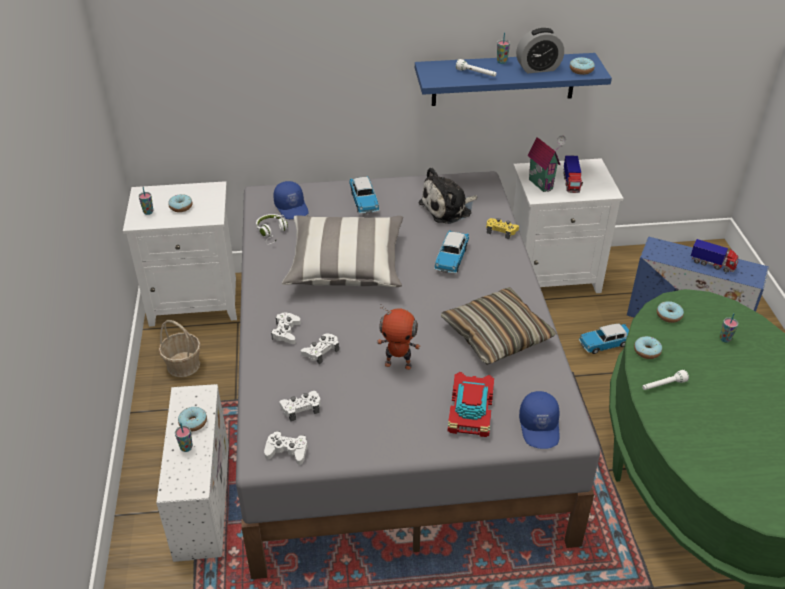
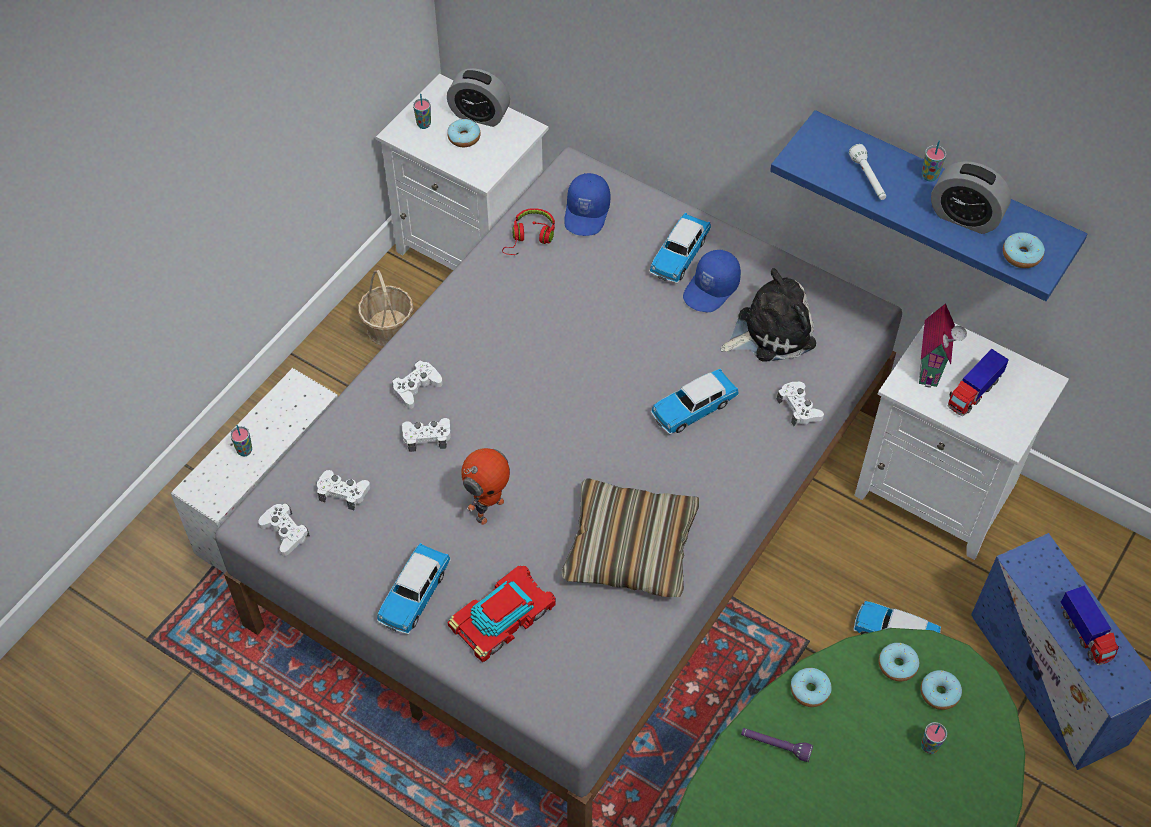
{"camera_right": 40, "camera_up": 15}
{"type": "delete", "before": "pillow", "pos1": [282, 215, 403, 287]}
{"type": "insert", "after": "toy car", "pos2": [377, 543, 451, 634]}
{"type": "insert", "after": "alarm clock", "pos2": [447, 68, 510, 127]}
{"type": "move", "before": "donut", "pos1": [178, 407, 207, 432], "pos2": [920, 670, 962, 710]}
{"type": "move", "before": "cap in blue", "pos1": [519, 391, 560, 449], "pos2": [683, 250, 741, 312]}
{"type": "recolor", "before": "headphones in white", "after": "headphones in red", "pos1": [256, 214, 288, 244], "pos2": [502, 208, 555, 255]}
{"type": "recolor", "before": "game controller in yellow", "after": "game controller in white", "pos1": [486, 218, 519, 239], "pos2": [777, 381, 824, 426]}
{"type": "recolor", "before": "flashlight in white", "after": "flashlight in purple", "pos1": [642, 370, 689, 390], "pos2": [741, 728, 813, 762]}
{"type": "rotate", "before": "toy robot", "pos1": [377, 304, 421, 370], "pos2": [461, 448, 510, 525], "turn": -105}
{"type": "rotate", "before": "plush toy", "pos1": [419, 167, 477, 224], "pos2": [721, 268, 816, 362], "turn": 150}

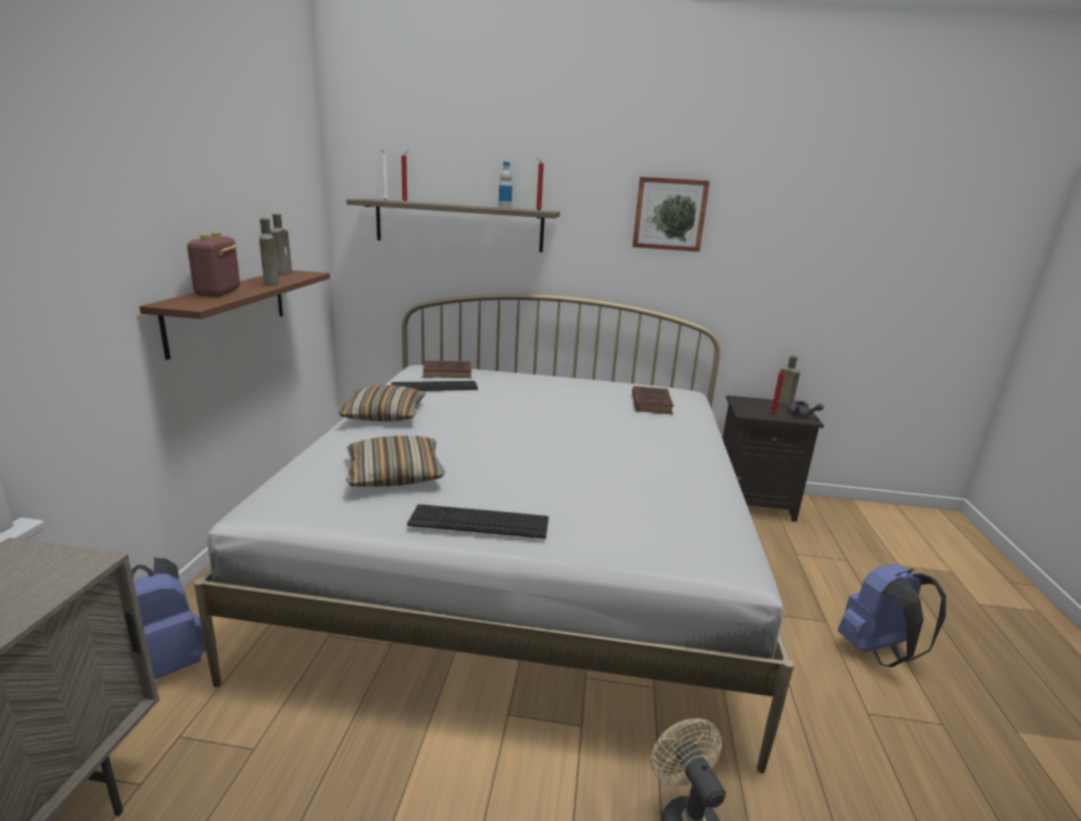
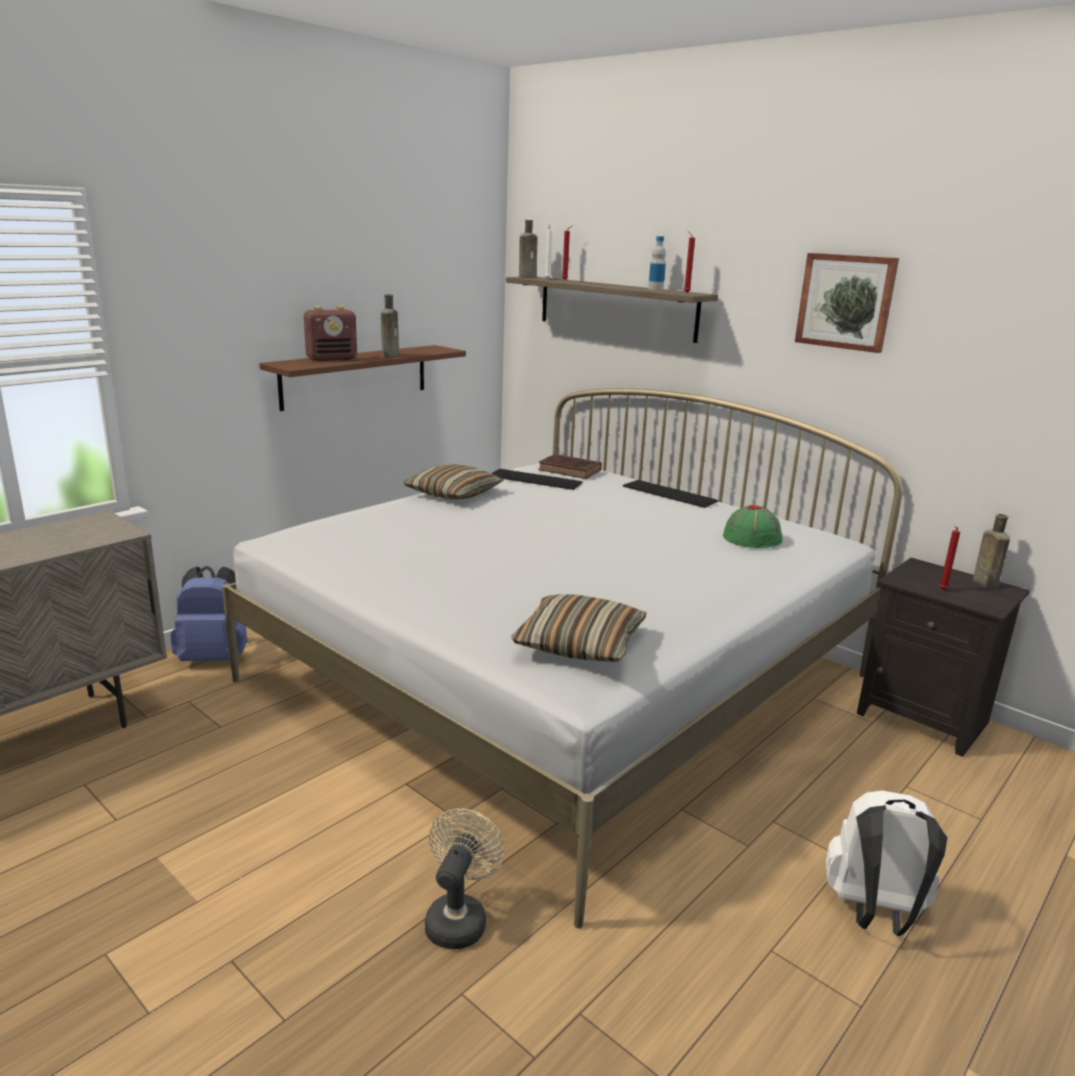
{"camera_right": 35, "camera_up": 0}
{"type": "delete", "before": "teapot in grey", "pos1": [788, 400, 824, 417]}
{"type": "move", "before": "bottle in brown", "pos1": [270, 214, 292, 275], "pos2": [519, 220, 537, 278]}
{"type": "move", "before": "pillow", "pos1": [346, 436, 445, 487], "pos2": [511, 594, 646, 662]}
{"type": "move", "before": "keyboard", "pos1": [407, 504, 549, 539], "pos2": [623, 480, 718, 508]}
{"type": "replace", "before": "book in brown", "after": "hat in green", "pos1": [632, 386, 674, 414], "pos2": [723, 505, 782, 548]}
{"type": "recolor", "before": "backpack in blue", "after": "backpack in white", "pos1": [838, 564, 946, 667], "pos2": [826, 790, 947, 936]}
{"type": "rotate", "before": "radio", "pos1": [187, 232, 240, 297], "pos2": [304, 306, 357, 361], "turn": -150}

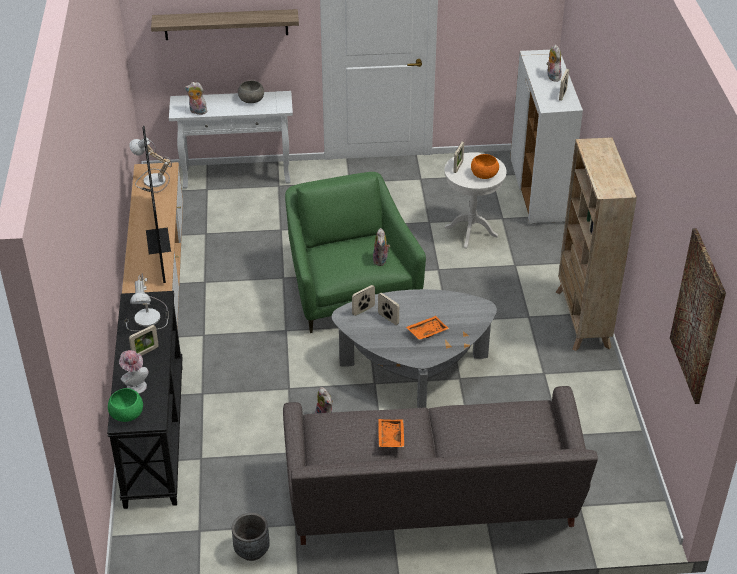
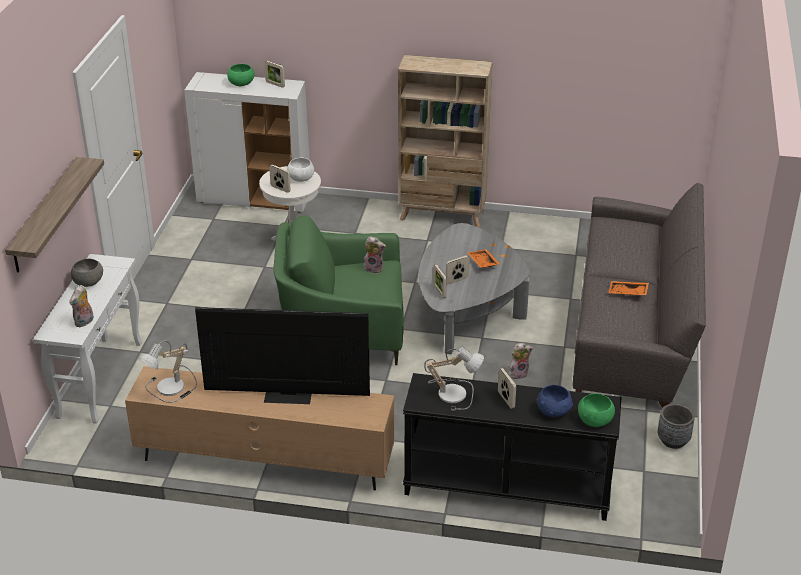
{"camera_right": -75, "camera_up": -5}
{"type": "delete", "before": "picture", "pos1": [670, 228, 726, 404]}
{"type": "replace", "before": "hat", "after": "bowl in blue", "pos1": [119, 350, 149, 394], "pos2": [537, 385, 573, 417]}
{"type": "replace", "before": "plush toy", "after": "bowl in green", "pos1": [546, 45, 562, 82], "pos2": [227, 64, 255, 86]}
{"type": "recolor", "before": "bowl in orange", "after": "bowl in white", "pos1": [471, 154, 499, 179], "pos2": [287, 158, 314, 182]}

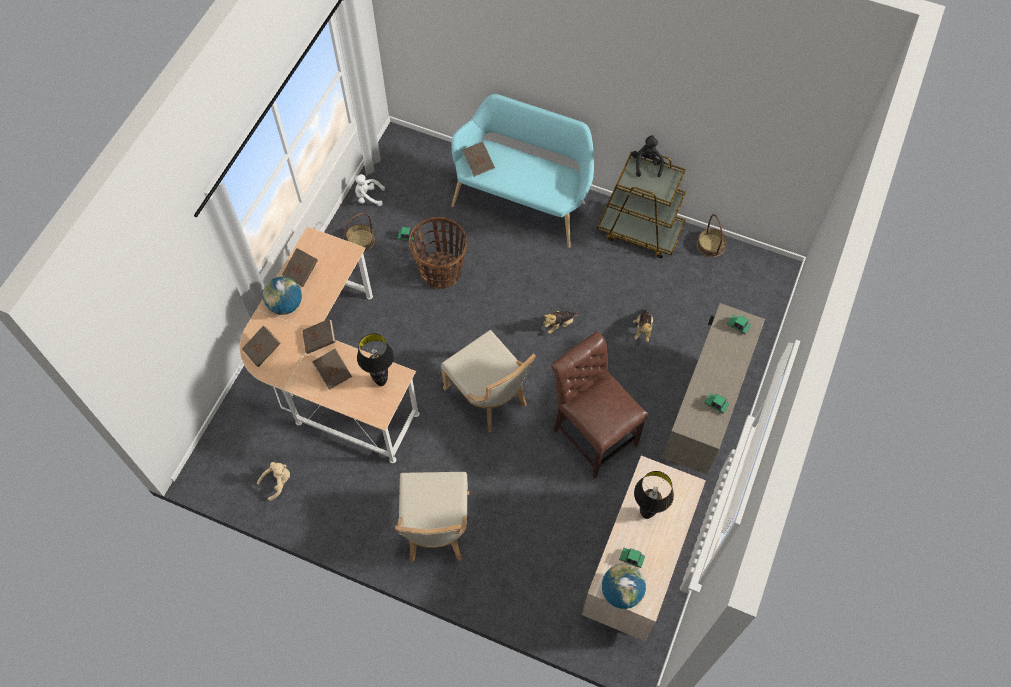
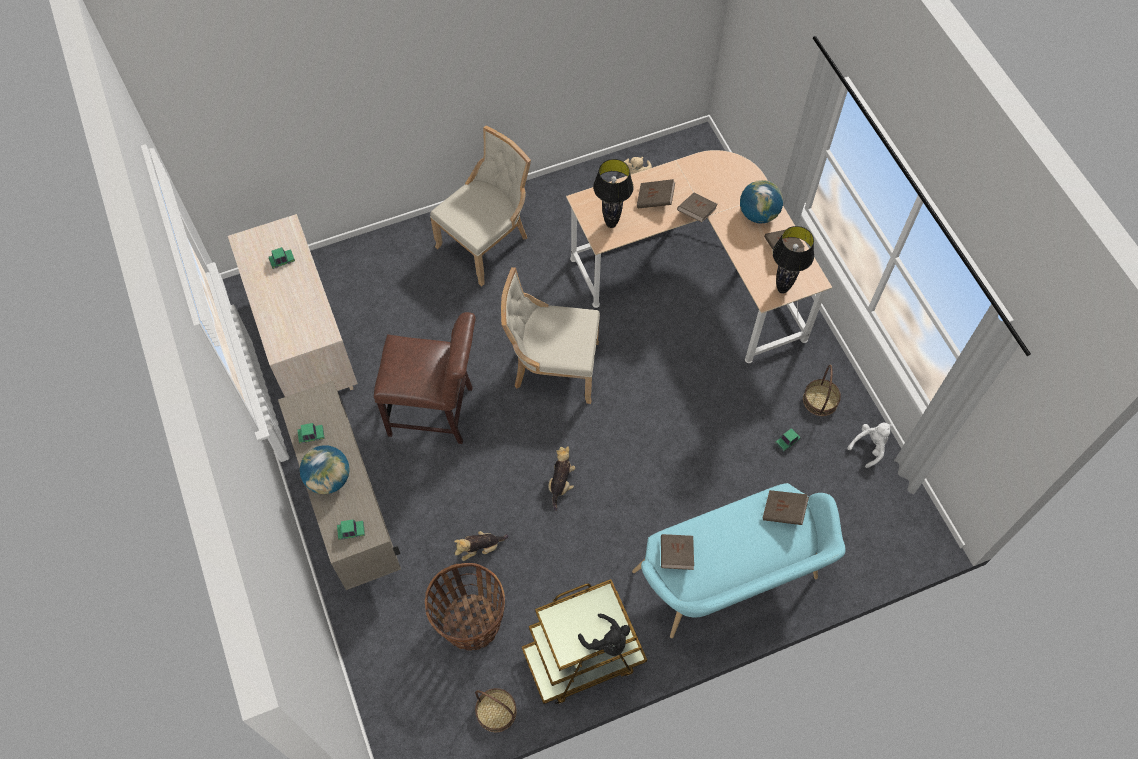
{"camera_right": 135, "camera_up": 0}
{"type": "move", "before": "book in brown", "pos1": [242, 326, 281, 367], "pos2": [661, 534, 694, 570]}
{"type": "move", "before": "basket", "pos1": [409, 217, 467, 289], "pos2": [425, 563, 505, 651]}
{"type": "move", "before": "globe", "pos1": [602, 564, 646, 609], "pos2": [300, 445, 350, 494]}
{"type": "move", "before": "table lamp in black", "pos1": [634, 471, 674, 519], "pos2": [773, 226, 814, 293]}
{"type": "rotate", "before": "chair in beige", "pos1": [395, 472, 469, 562], "pos2": [430, 126, 531, 286], "turn": 90}
{"type": "rotate", "before": "plush toy", "pos1": [633, 308, 653, 342], "pos2": [454, 531, 509, 561], "turn": -75}

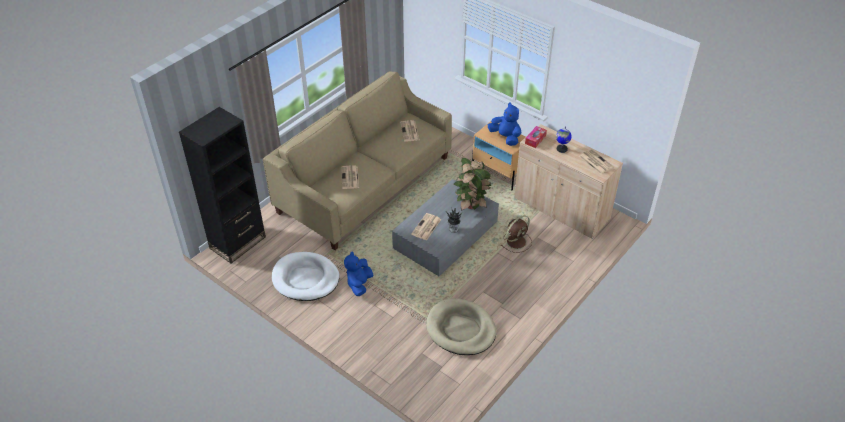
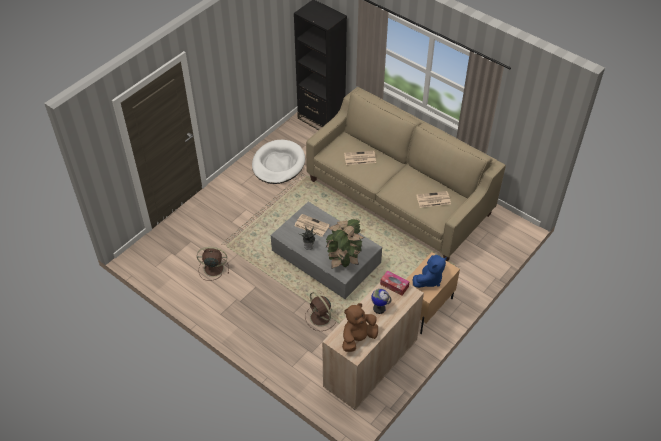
{"camera_right": 90, "camera_up": 5}
{"type": "delete", "before": "plush toy in blue", "pos1": [344, 251, 373, 296]}
{"type": "replace", "before": "dog bed in beige", "after": "fan in brown", "pos1": [426, 298, 496, 355], "pos2": [197, 247, 229, 281]}
{"type": "replace", "before": "newspaper", "after": "plush toy in brown", "pos1": [579, 149, 614, 174], "pos2": [342, 303, 378, 352]}

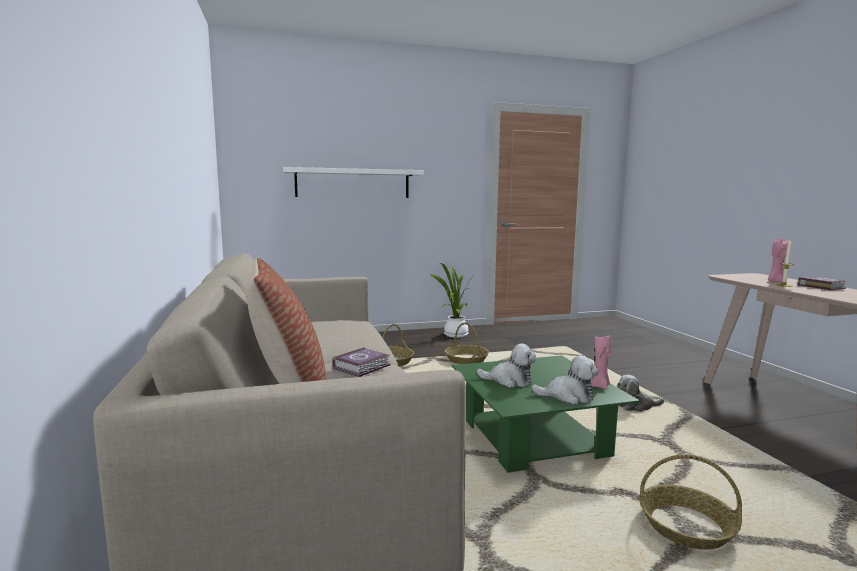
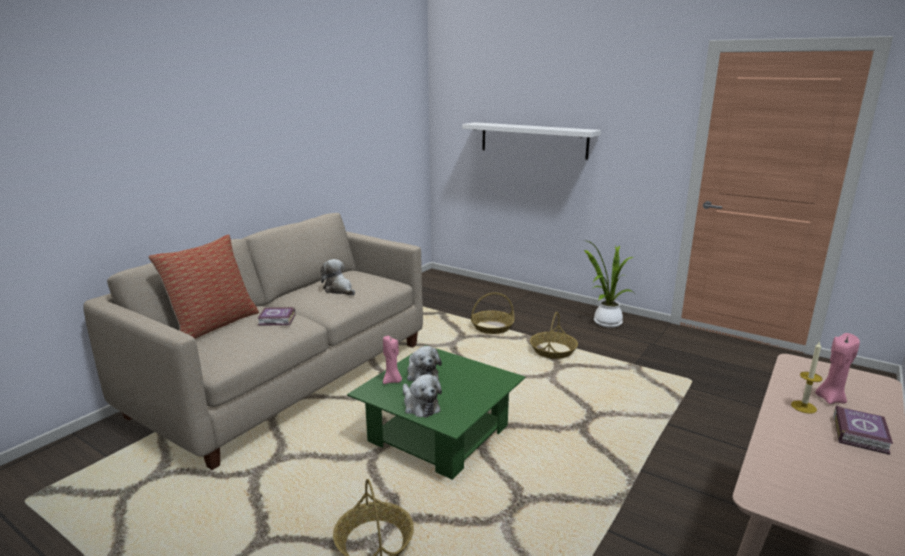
{"camera_right": 50, "camera_up": 10}
{"type": "move", "before": "candle in pink", "pos1": [591, 333, 612, 389], "pos2": [383, 335, 402, 384]}
{"type": "move", "before": "plush toy", "pos1": [617, 375, 664, 412], "pos2": [321, 259, 355, 296]}

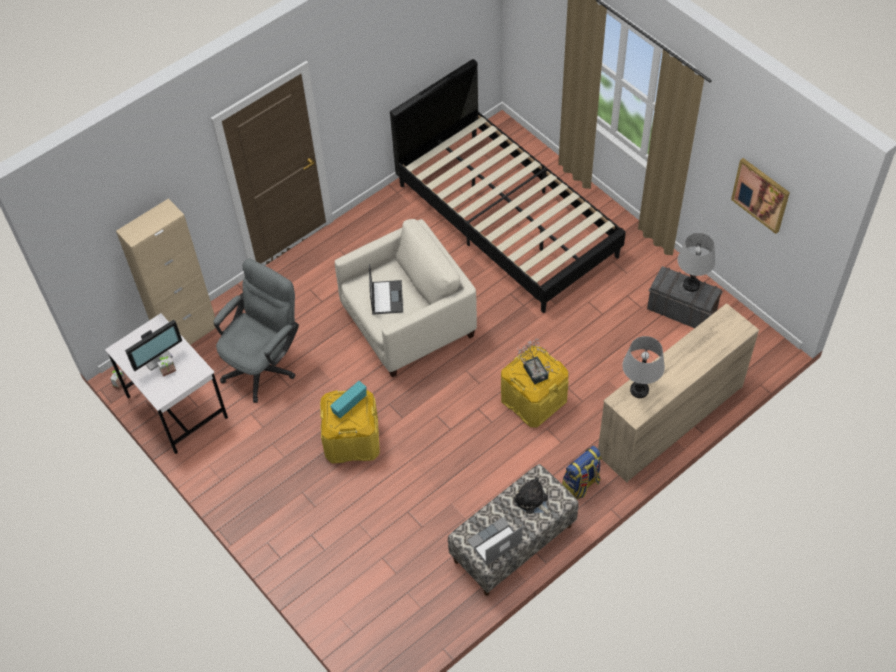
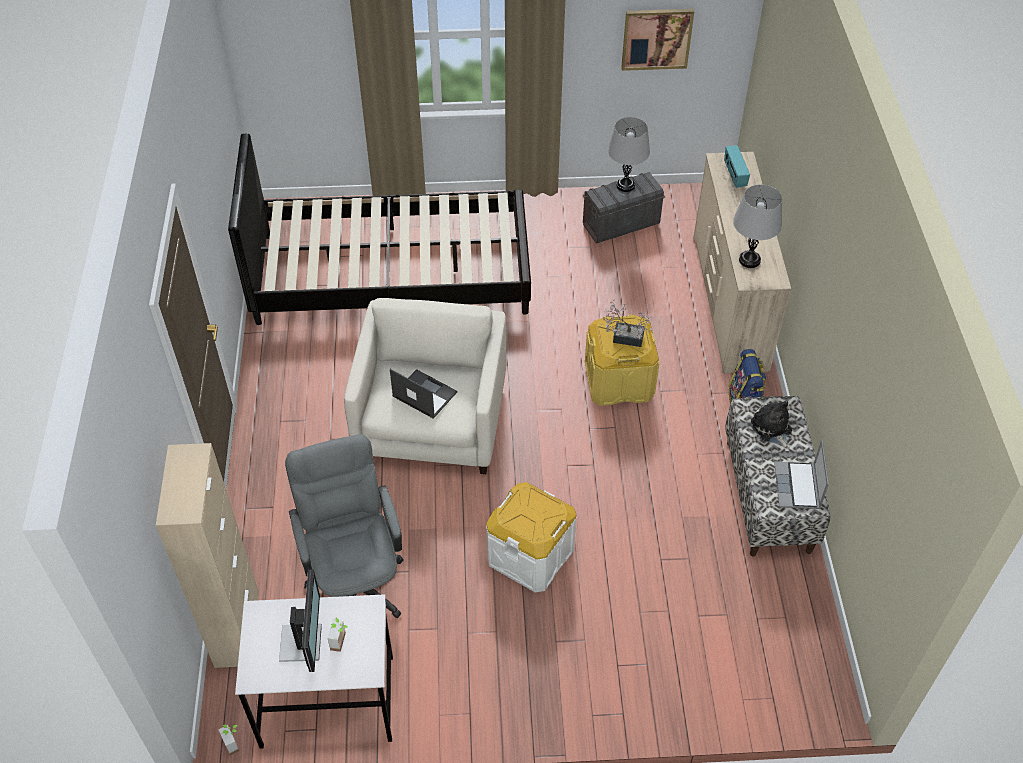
{"camera_right": -55, "camera_up": -5}
{"type": "move", "before": "radio", "pos1": [330, 381, 367, 418], "pos2": [724, 145, 750, 188]}
{"type": "recolor", "before": "storage box in yellow", "after": "storage box in white", "pos1": [320, 390, 380, 464], "pos2": [486, 482, 577, 593]}
{"type": "rotate", "before": "plush toy", "pos1": [514, 477, 551, 514], "pos2": [751, 401, 792, 449], "turn": 75}

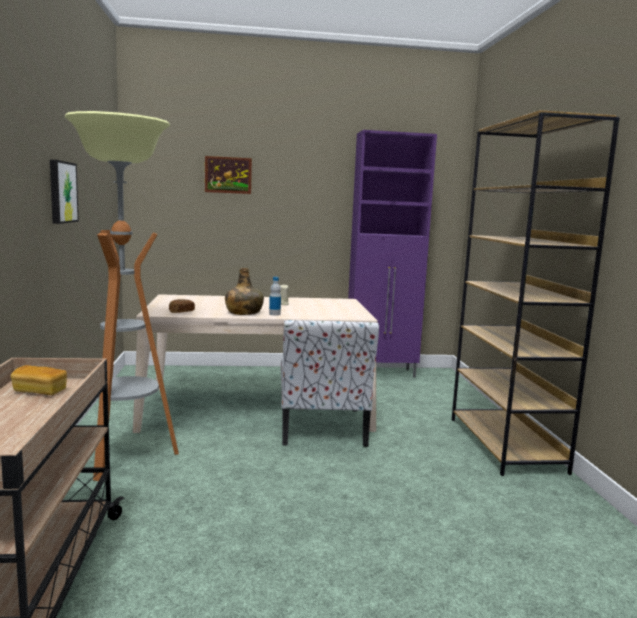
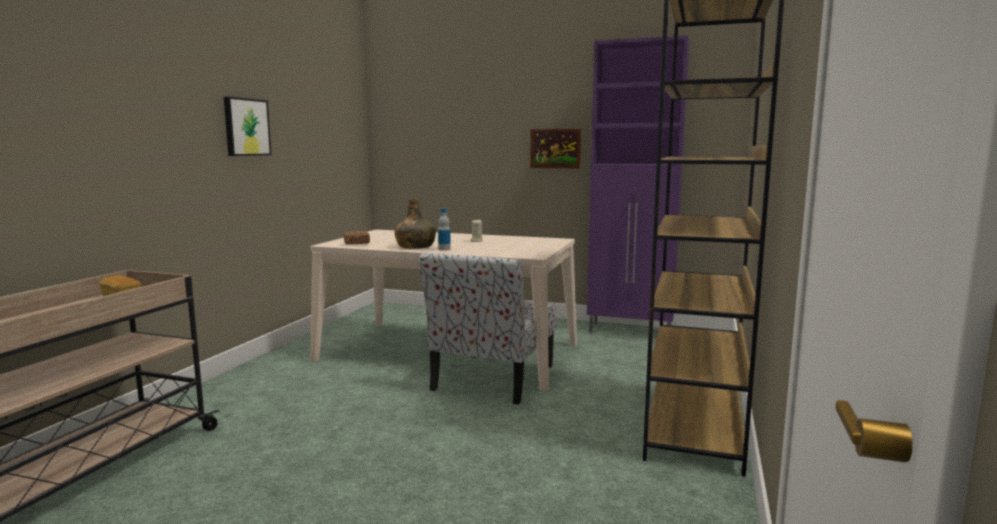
{"camera_right": 25, "camera_up": 0}
{"type": "delete", "before": "floor lamp", "pos1": [64, 111, 179, 481]}
{"type": "move", "before": "picture", "pos1": [205, 156, 252, 194], "pos2": [530, 129, 581, 168]}

